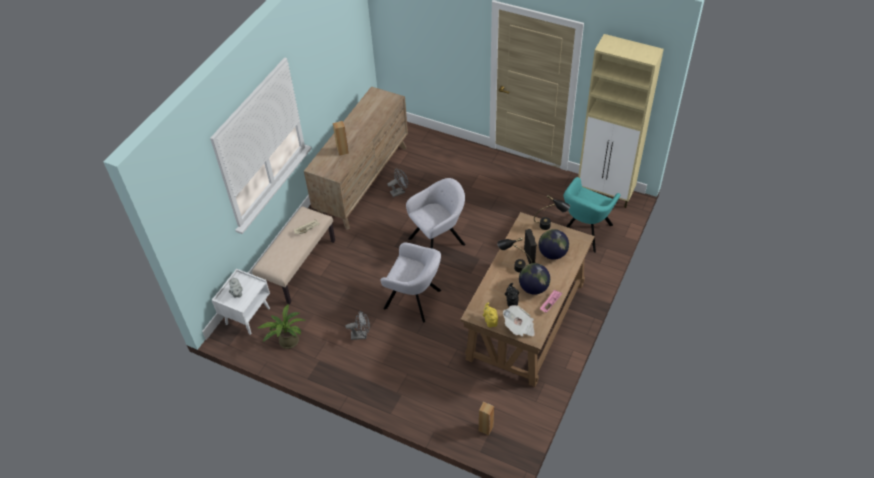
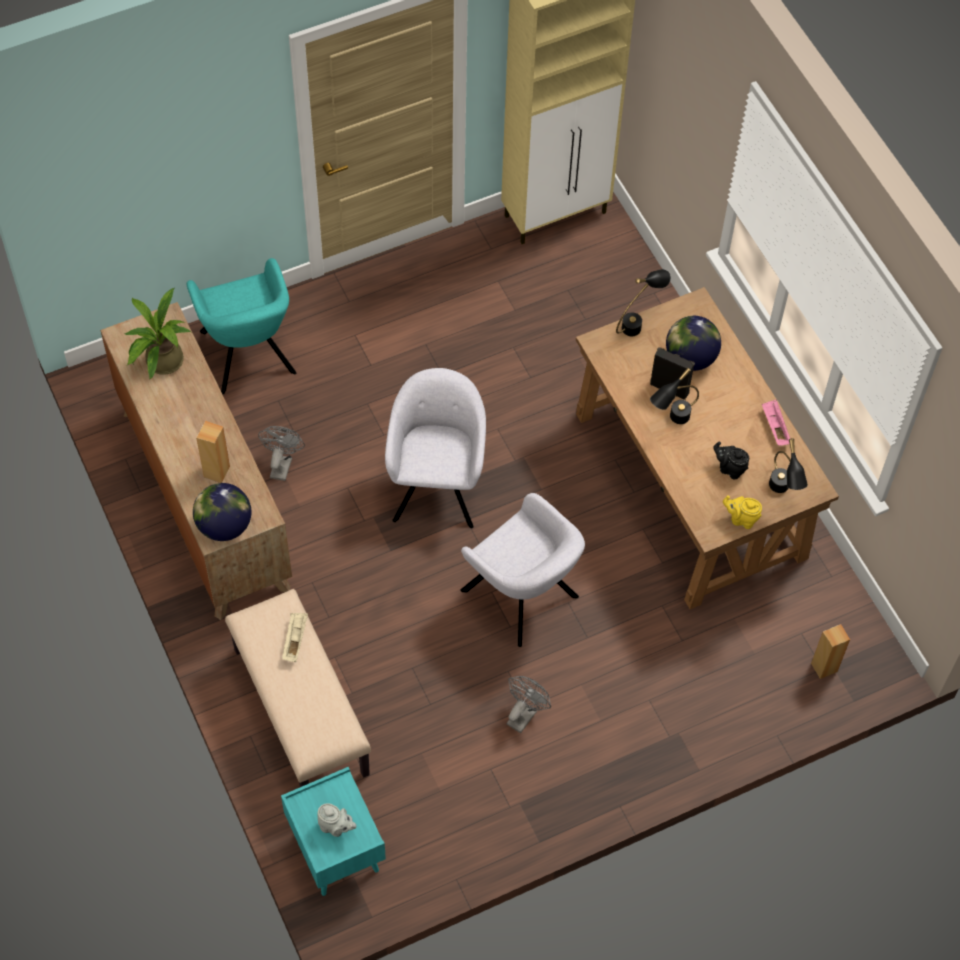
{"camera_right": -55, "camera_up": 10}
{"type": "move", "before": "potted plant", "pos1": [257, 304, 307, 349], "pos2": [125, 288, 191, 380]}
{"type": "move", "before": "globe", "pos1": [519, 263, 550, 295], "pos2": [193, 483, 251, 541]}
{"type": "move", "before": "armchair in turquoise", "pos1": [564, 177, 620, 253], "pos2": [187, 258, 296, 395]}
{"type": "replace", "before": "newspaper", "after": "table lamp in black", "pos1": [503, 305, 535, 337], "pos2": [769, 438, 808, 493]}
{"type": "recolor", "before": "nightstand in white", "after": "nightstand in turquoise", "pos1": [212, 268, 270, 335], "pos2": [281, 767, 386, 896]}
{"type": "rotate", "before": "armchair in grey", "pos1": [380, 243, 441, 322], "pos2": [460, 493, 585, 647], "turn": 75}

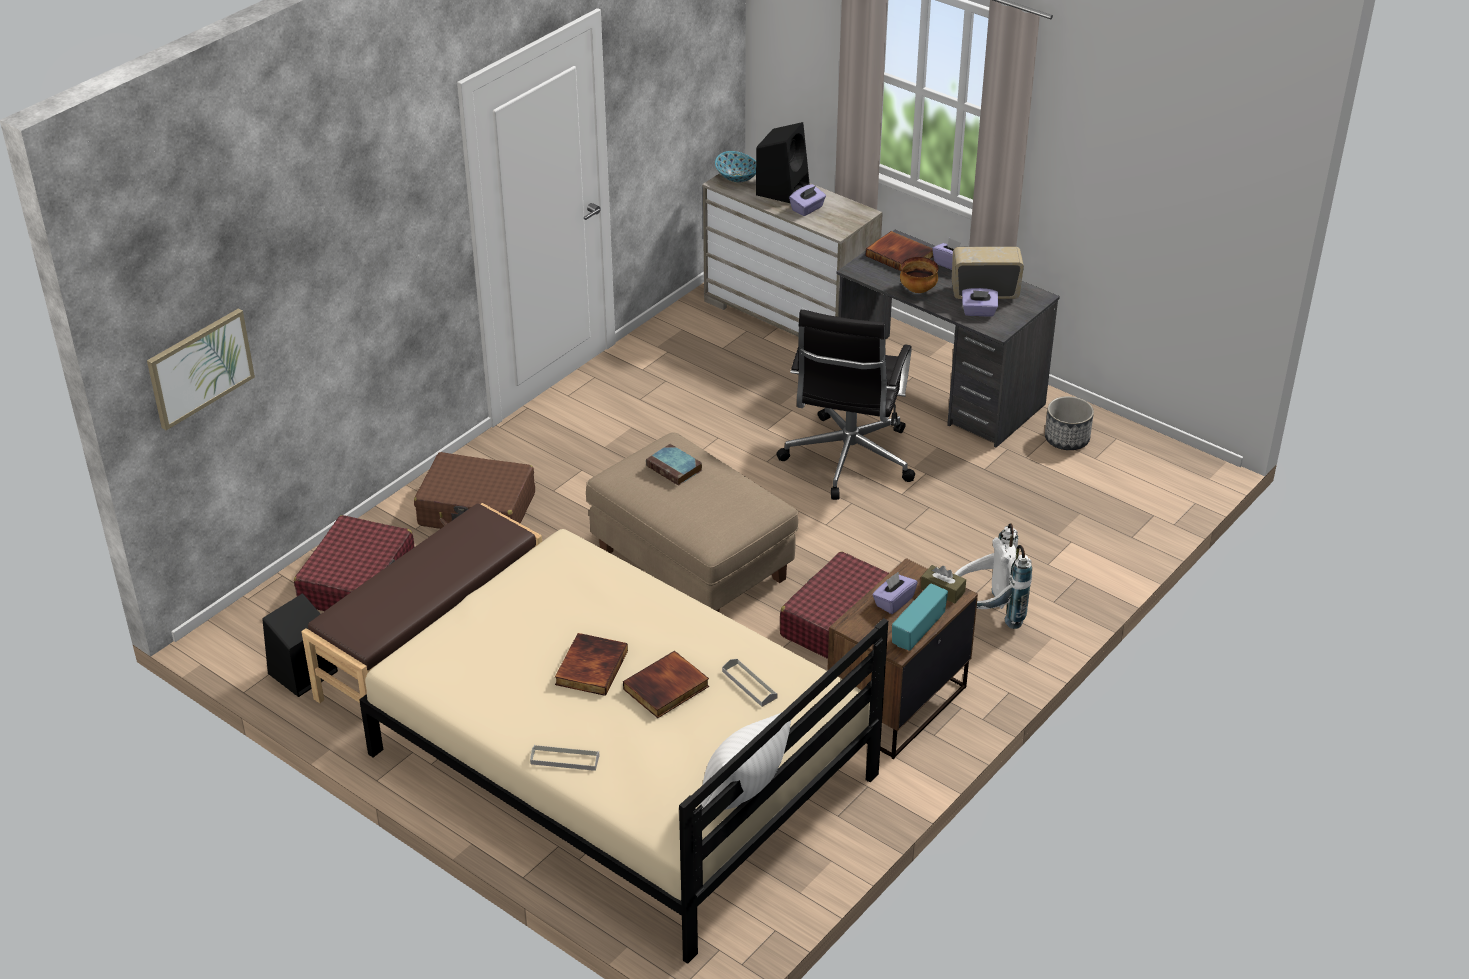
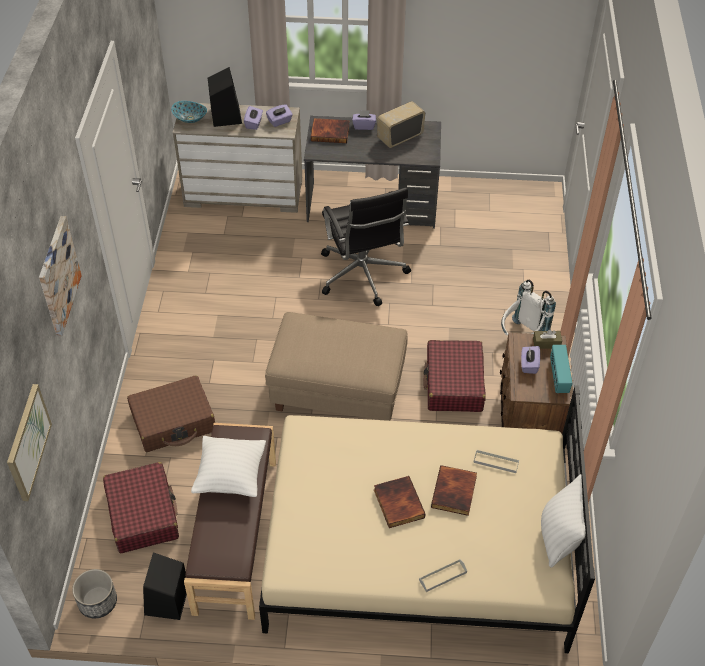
{"camera_right": -35, "camera_up": 10}
{"type": "delete", "before": "book", "pos1": [646, 444, 702, 486]}
{"type": "delete", "before": "bowl", "pos1": [900, 257, 939, 293]}
{"type": "insert", "after": "picture", "pos2": [39, 216, 82, 336]}
{"type": "insert", "after": "pillow in white", "pos2": [191, 436, 266, 497]}
{"type": "move", "before": "tissue box in purple", "pos1": [962, 288, 998, 317], "pos2": [266, 105, 293, 127]}
{"type": "move", "before": "planter", "pos1": [1045, 396, 1094, 450], "pos2": [72, 569, 117, 618]}

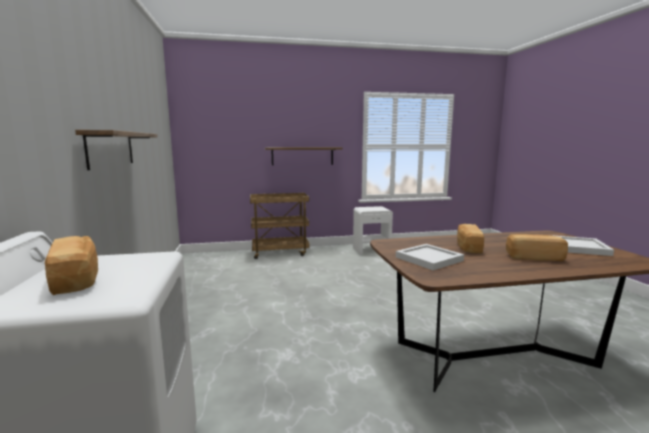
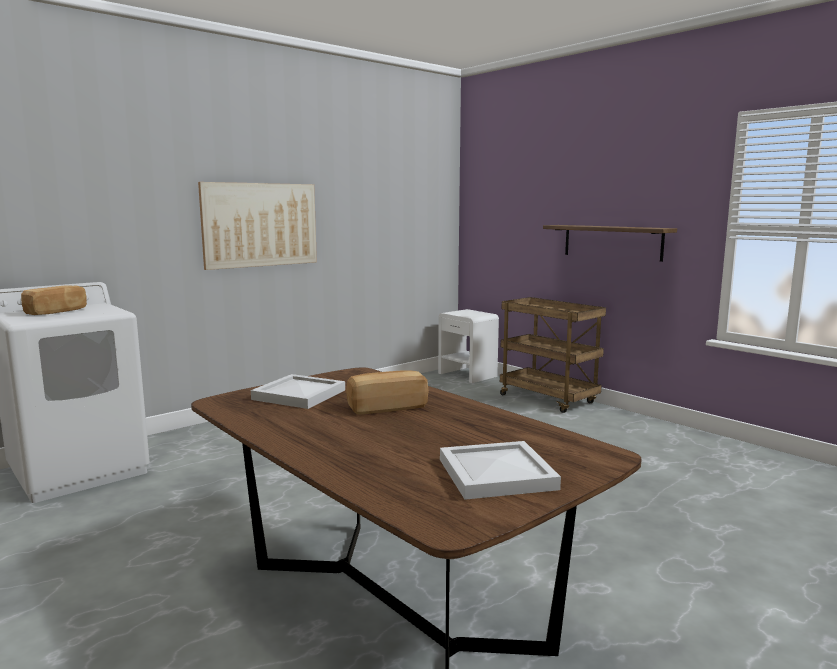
{"camera_right": 60, "camera_up": 0}
{"type": "delete", "before": "bread", "pos1": [506, 234, 568, 261]}
{"type": "move", "before": "nightstand in white", "pos1": [353, 206, 393, 255], "pos2": [438, 309, 499, 383]}
{"type": "replace", "before": "shelf", "after": "picture", "pos1": [75, 130, 158, 170], "pos2": [198, 182, 317, 270]}

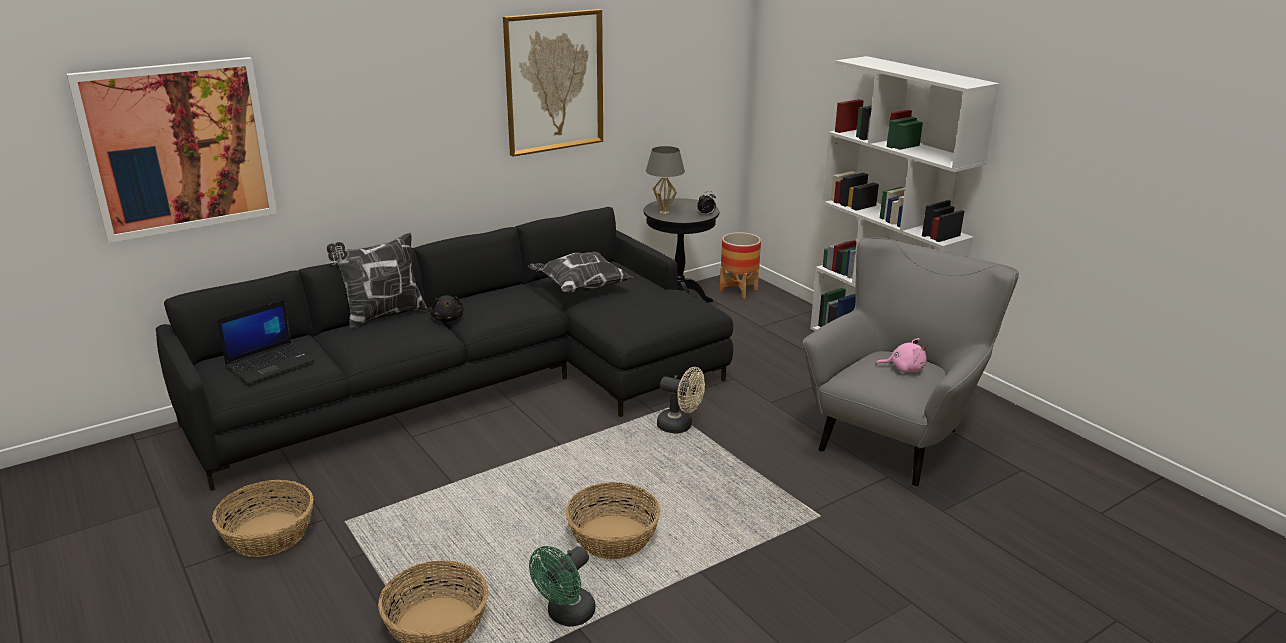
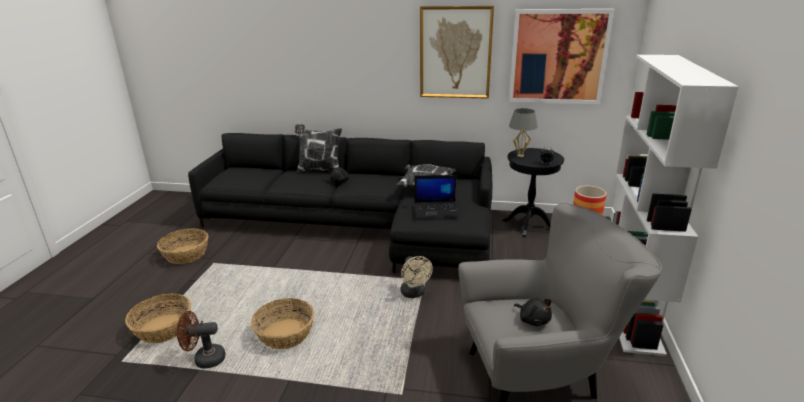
{"camera_right": 45, "camera_up": 0}
{"type": "move", "before": "picture", "pos1": [66, 57, 277, 243], "pos2": [509, 9, 614, 104]}
{"type": "move", "before": "laptop", "pos1": [217, 300, 315, 384], "pos2": [414, 175, 459, 217]}
{"type": "recolor", "before": "fan in green", "after": "fan in brown", "pos1": [529, 546, 595, 627], "pos2": [177, 311, 225, 369]}
{"type": "recolor", "before": "plush toy in pink", "after": "plush toy in black", "pos1": [876, 338, 927, 373], "pos2": [514, 298, 552, 326]}

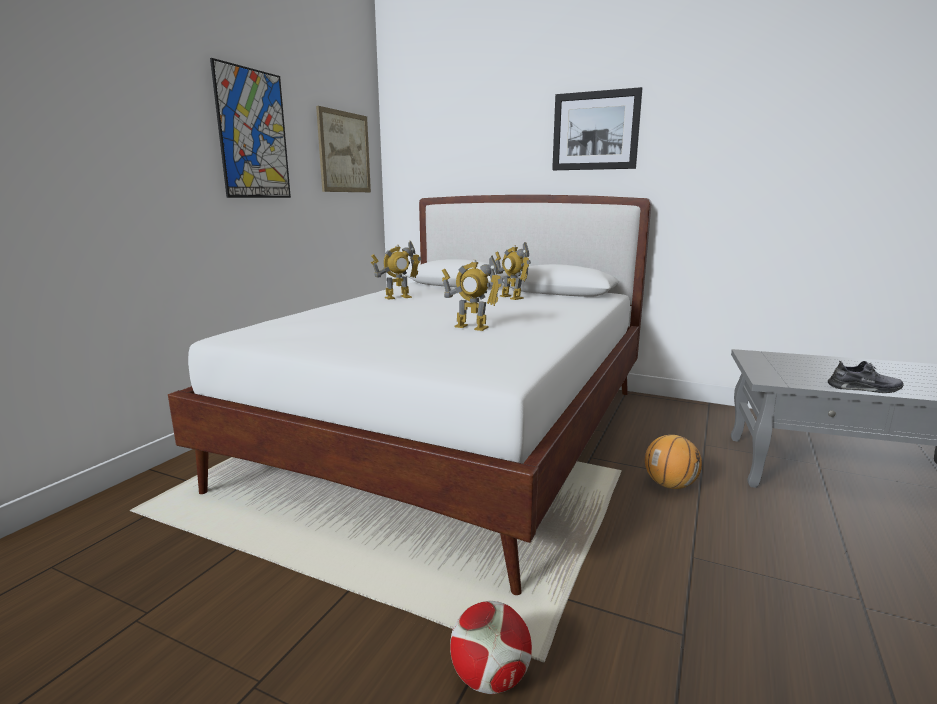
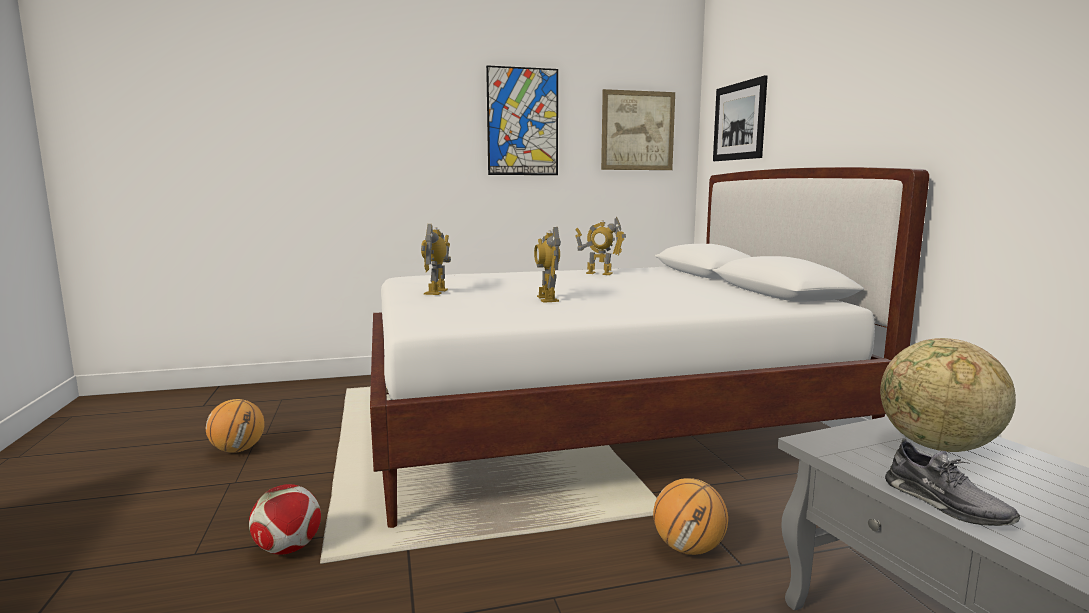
{"camera_right": 50, "camera_up": -5}
{"type": "insert", "after": "basketball", "pos2": [206, 399, 265, 453]}
{"type": "insert", "after": "globe", "pos2": [880, 338, 1016, 452]}
{"type": "move", "before": "toy robot", "pos1": [495, 242, 531, 300], "pos2": [421, 224, 451, 295]}
{"type": "move", "before": "picture", "pos1": [552, 87, 643, 170], "pos2": [713, 75, 768, 161]}

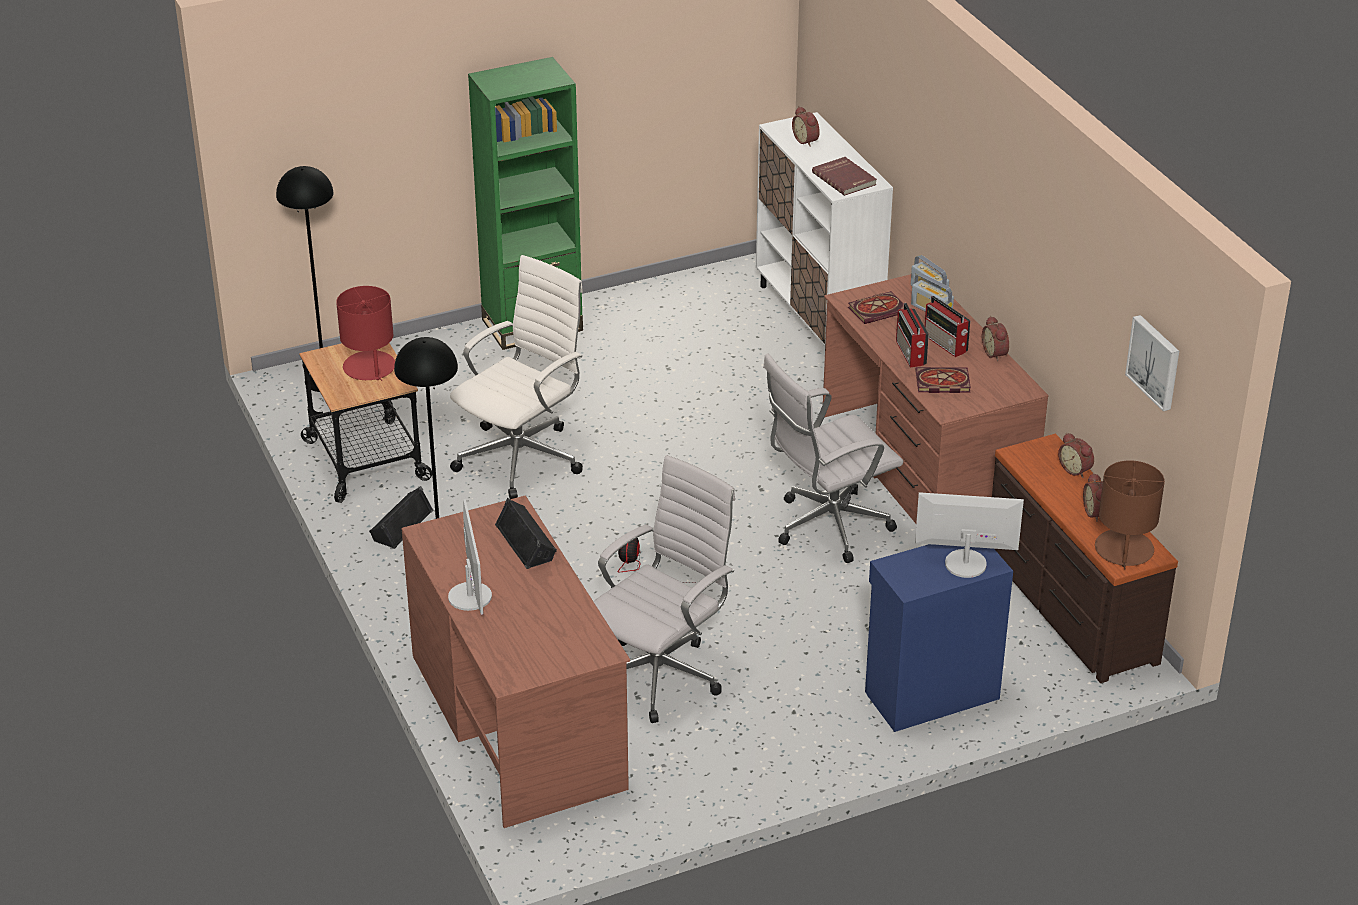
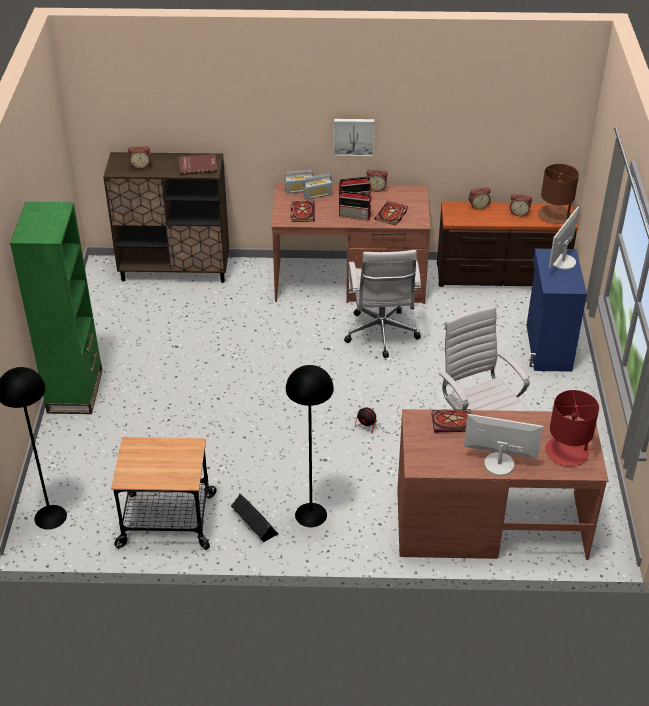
{"camera_right": -65, "camera_up": 5}
{"type": "delete", "before": "office chair in white", "pos1": [450, 255, 583, 499]}
{"type": "move", "before": "table lamp in red", "pos1": [336, 286, 395, 381], "pos2": [546, 390, 599, 467]}
{"type": "move", "before": "picture", "pos1": [1125, 315, 1179, 411], "pos2": [334, 119, 374, 156]}
{"type": "replace", "before": "speaker in black", "after": "book", "pos1": [495, 498, 557, 569], "pos2": [431, 409, 472, 432]}
{"type": "recolor", "before": "cabinet in white", "after": "cabinet in brown", "pos1": [756, 112, 893, 347], "pos2": [103, 152, 229, 283]}

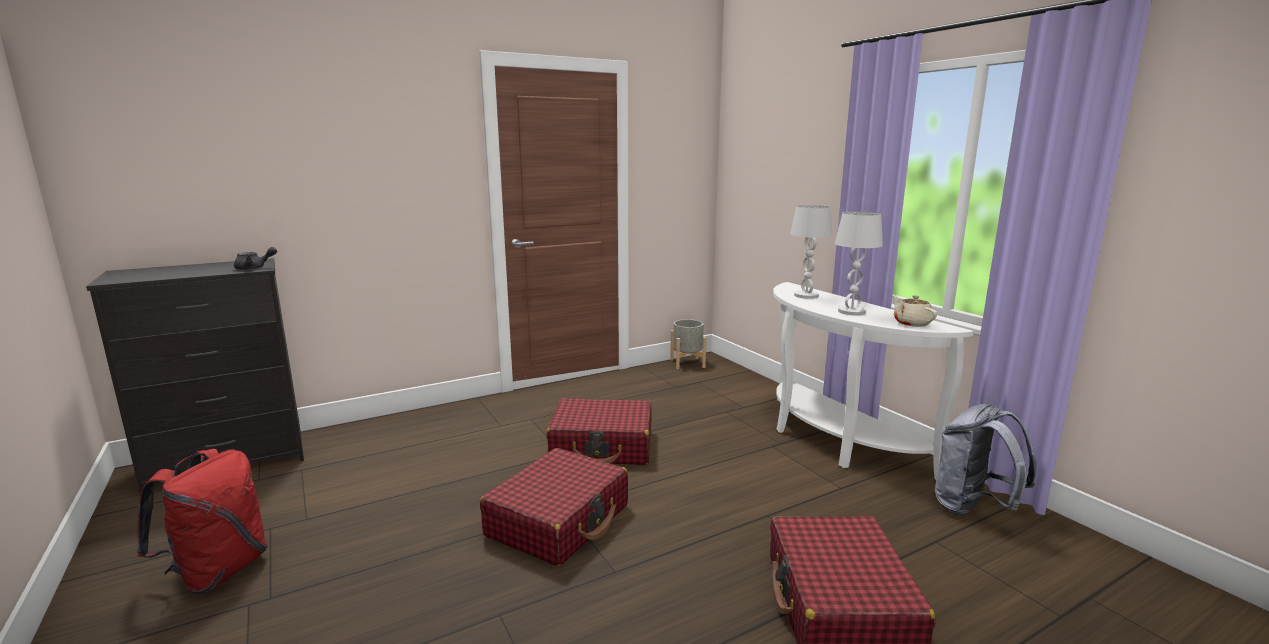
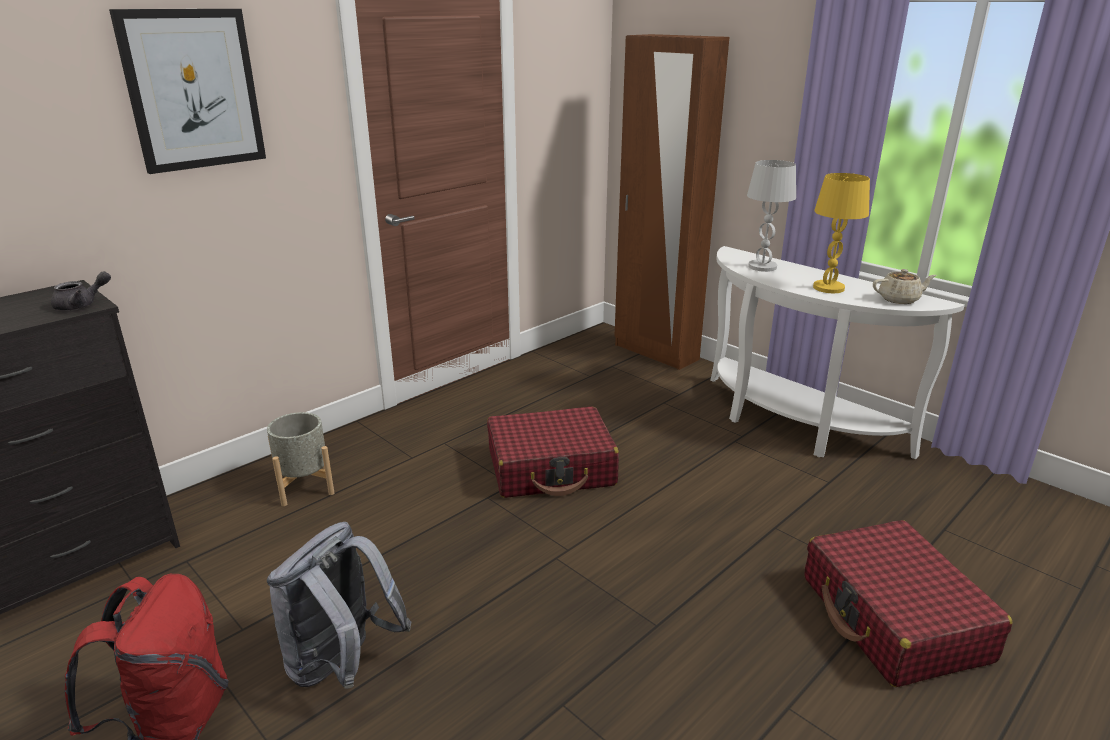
{"camera_right": -15, "camera_up": 10}
{"type": "delete", "before": "suitcase in red", "pos1": [480, 448, 628, 566]}
{"type": "insert", "after": "picture", "pos2": [109, 9, 266, 174]}
{"type": "insert", "after": "wardrobe in brown", "pos2": [614, 34, 729, 370]}
{"type": "move", "before": "planter in grey", "pos1": [670, 319, 706, 369], "pos2": [267, 412, 334, 506]}
{"type": "move", "before": "backpack in grey", "pos1": [935, 403, 1037, 515], "pos2": [267, 522, 412, 689]}
{"type": "recolor", "before": "table lamp in white", "after": "table lamp in yellow", "pos1": [835, 212, 883, 316], "pos2": [813, 173, 870, 293]}
{"type": "rotate", "before": "teapot in beige", "pos1": [892, 295, 937, 327], "pos2": [873, 269, 936, 304], "turn": 120}

